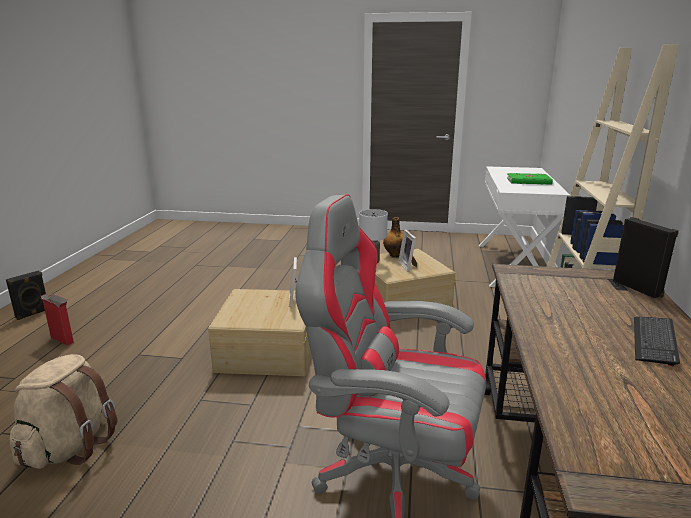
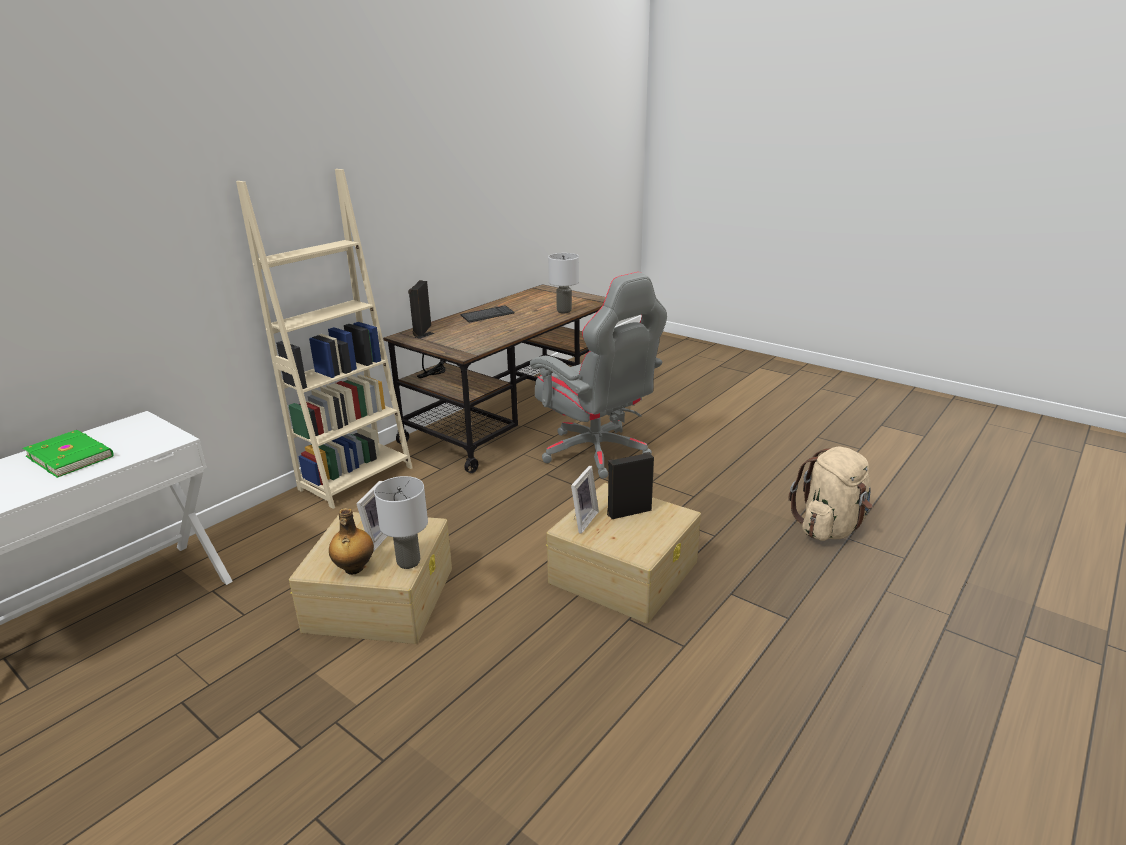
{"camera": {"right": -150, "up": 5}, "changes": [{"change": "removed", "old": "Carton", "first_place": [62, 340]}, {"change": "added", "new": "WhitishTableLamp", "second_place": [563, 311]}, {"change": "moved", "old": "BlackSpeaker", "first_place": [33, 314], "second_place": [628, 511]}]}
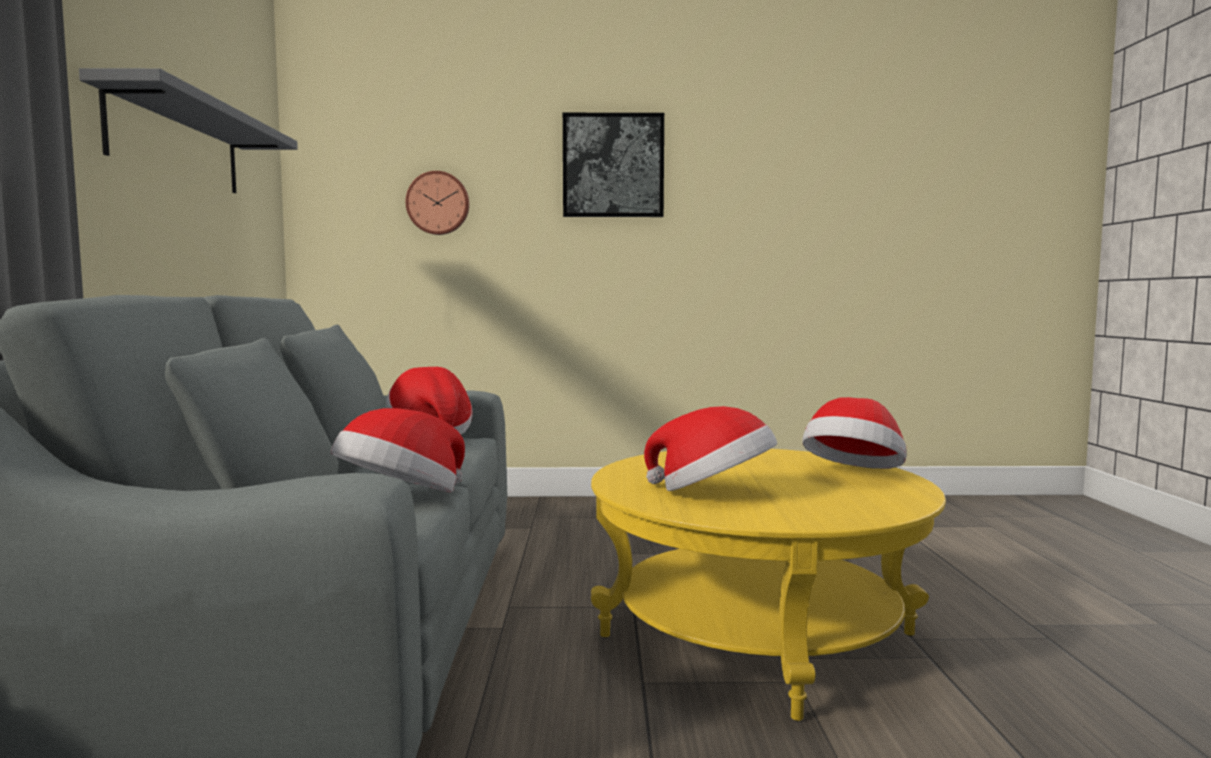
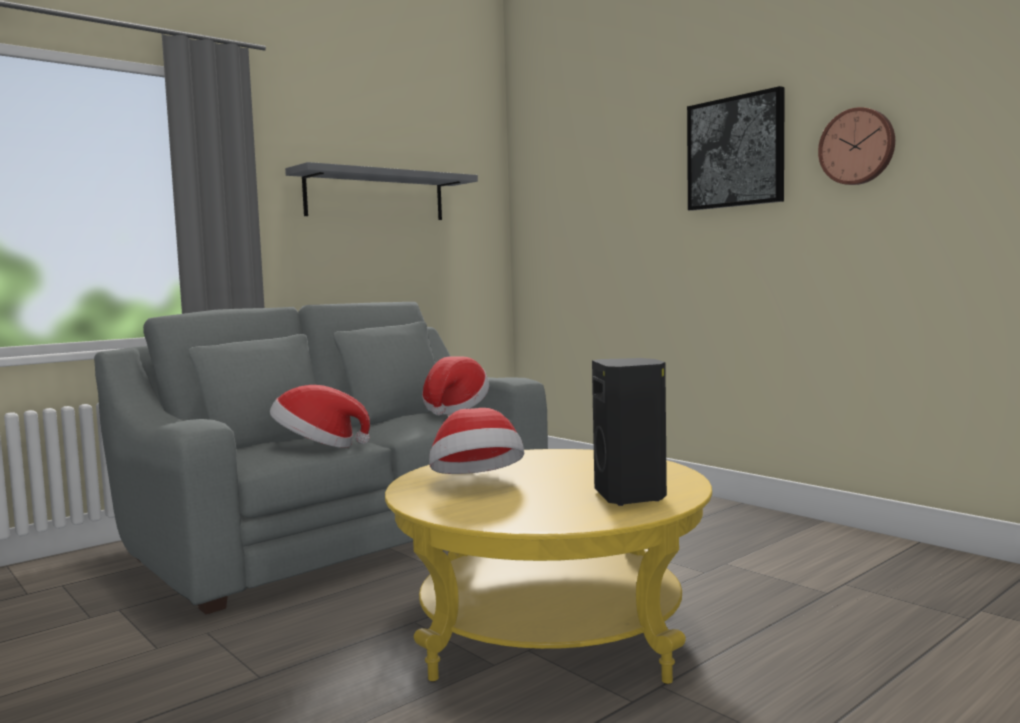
{"camera": {"right": 50, "up": 0}, "changes": [{"change": "moved", "old": "HangingClock", "first_place": [438, 203], "second_place": [857, 147]}, {"change": "replaced", "old": "Hat", "new": "BlackSpeaker", "first_place": [854, 475], "second_place": [631, 496]}]}
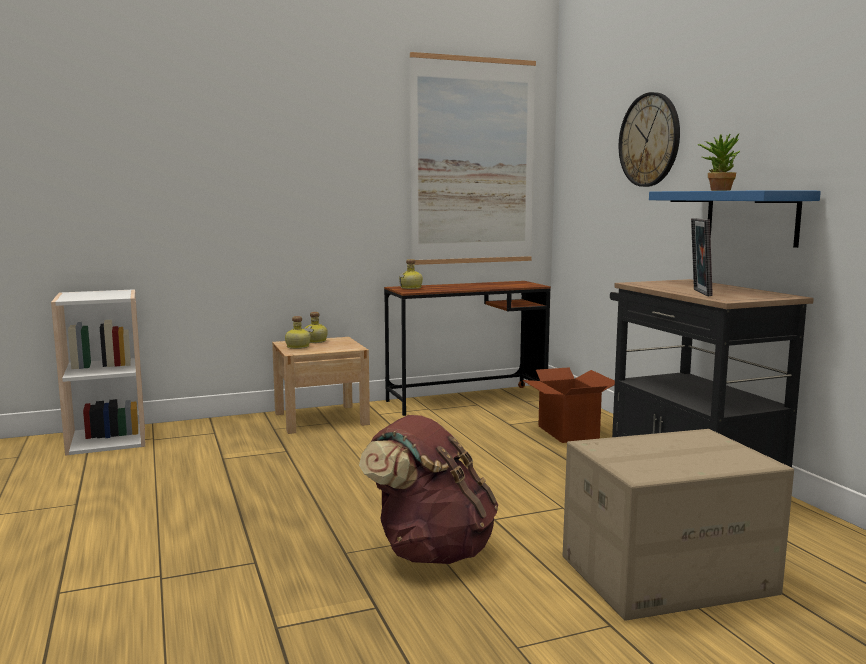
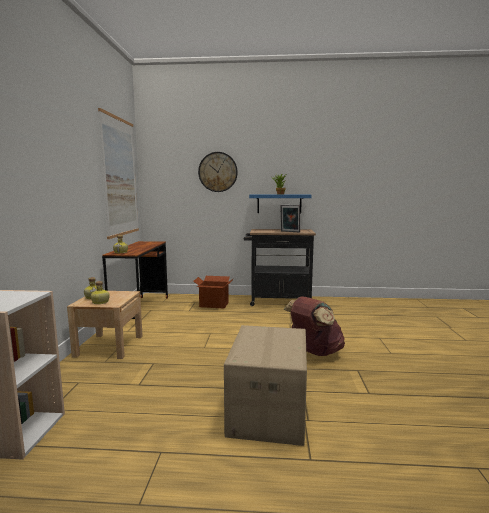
{"camera": {"right": -65, "up": 0}, "changes": [{"change": "moved", "old": "Carton", "first_place": [666, 574], "second_place": [267, 410]}]}
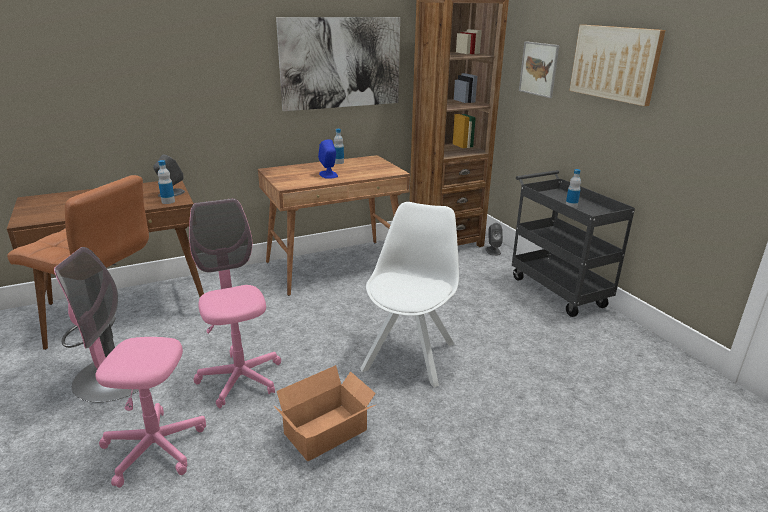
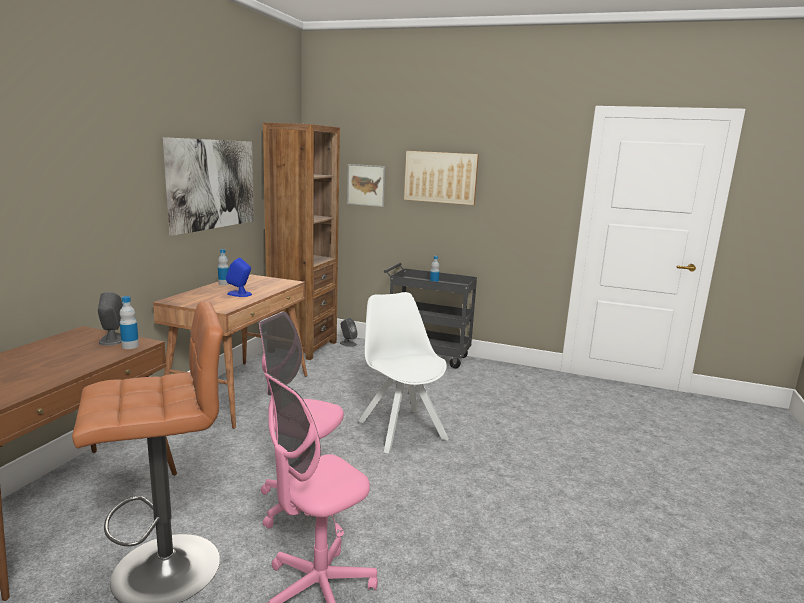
{"camera": {"right": -45, "up": -10}, "changes": [{"change": "removed", "old": "Carton", "first_place": [329, 433]}]}
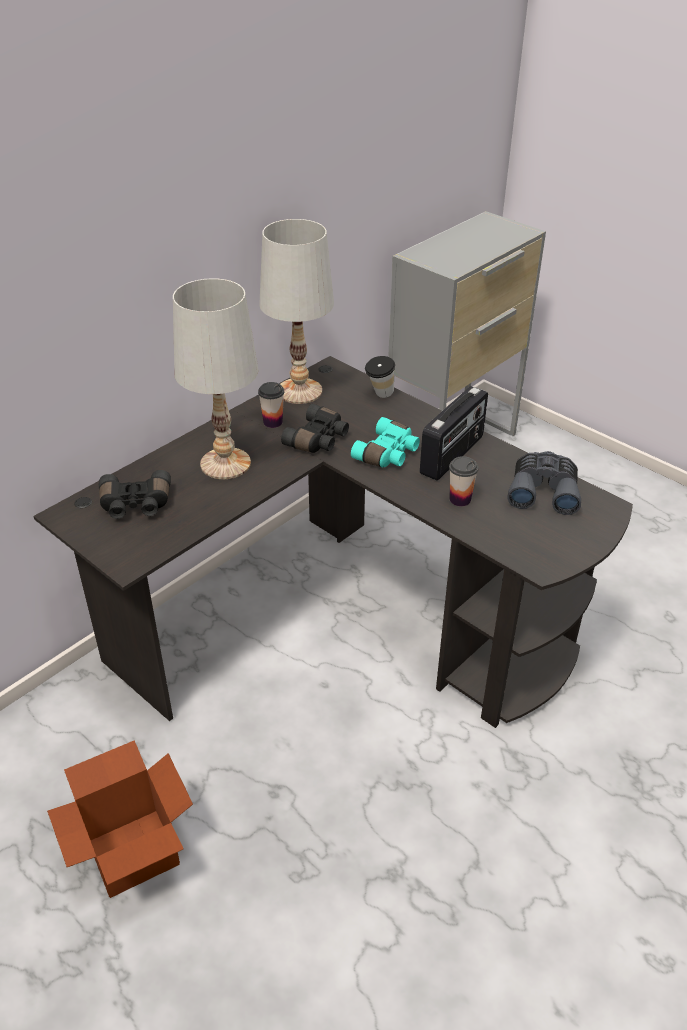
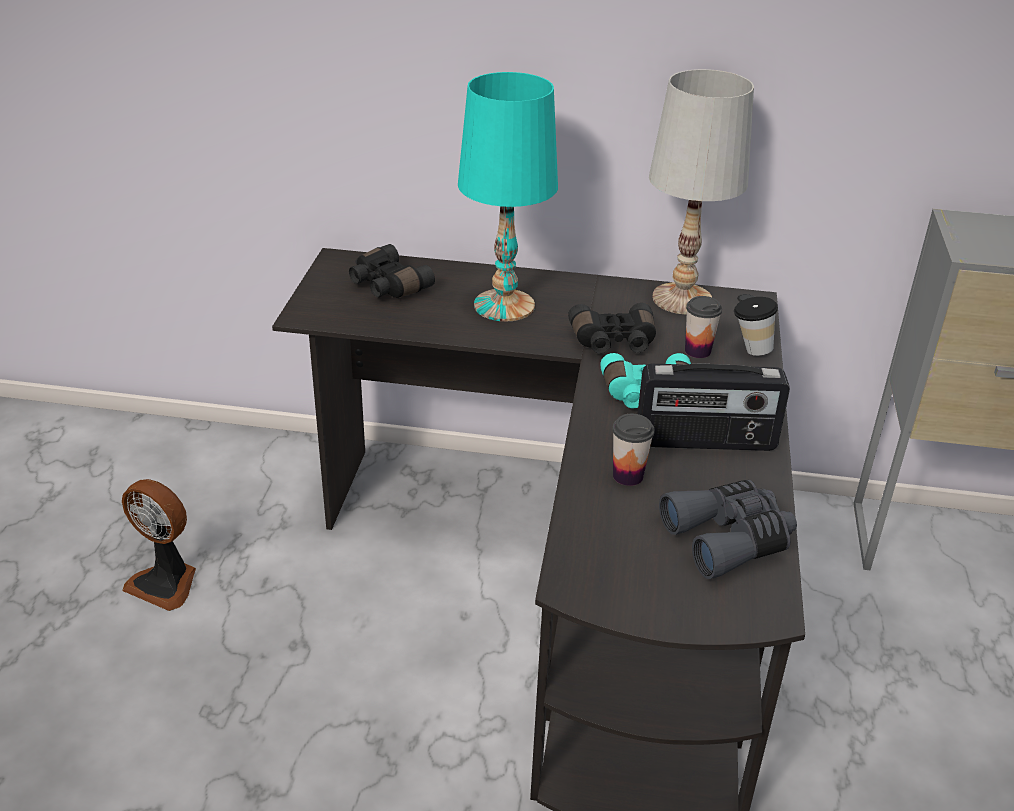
{"camera": {"right": 55, "up": -5}, "changes": [{"change": "moved", "old": "DrinkingCup", "first_place": [272, 422], "second_place": [697, 351]}, {"change": "replaced", "old": "Carton", "new": "CoolingFan", "first_place": [133, 852], "second_place": [166, 582]}, {"change": "recoloured", "old": "WhitishTableLamp", "new": "TurquoiseColouredTableLamp", "first_place": [224, 464], "second_place": [503, 305]}]}
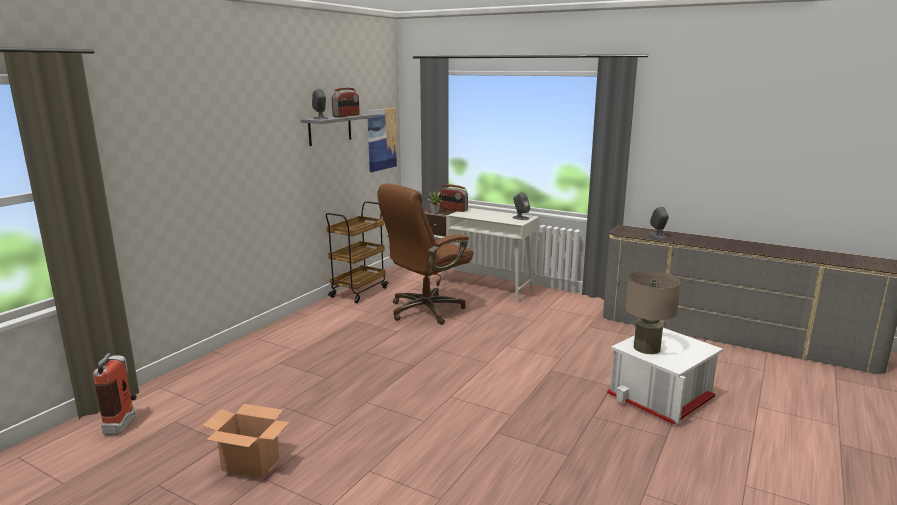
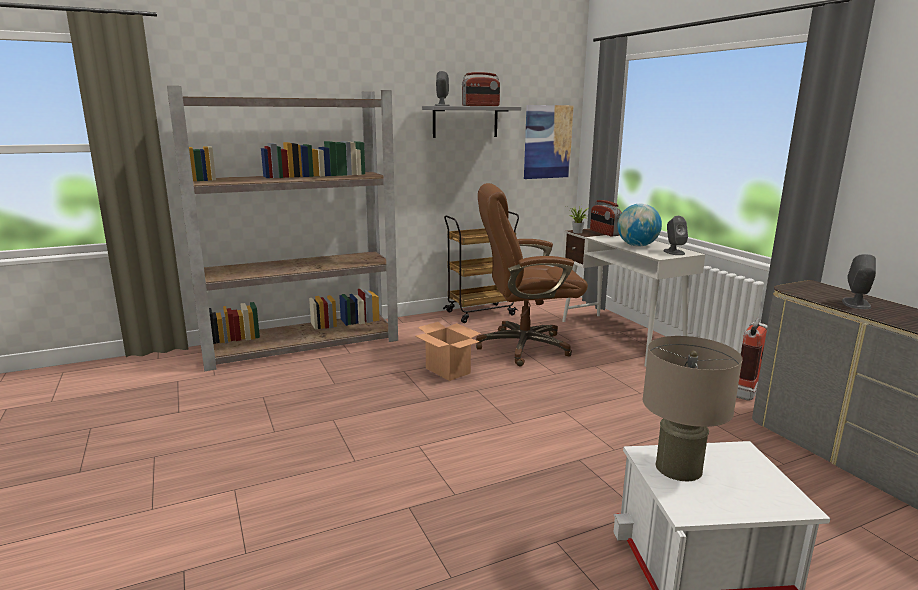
{"camera": {"right": 35, "up": 0}, "changes": [{"change": "added", "new": "BrownColouredBookshelf", "second_place": [301, 343]}, {"change": "added", "new": "Globe", "second_place": [637, 246]}, {"change": "moved", "old": "FireExtinguisher", "first_place": [124, 423], "second_place": [747, 391]}, {"change": "moved", "old": "Carton", "first_place": [251, 464], "second_place": [448, 371]}]}
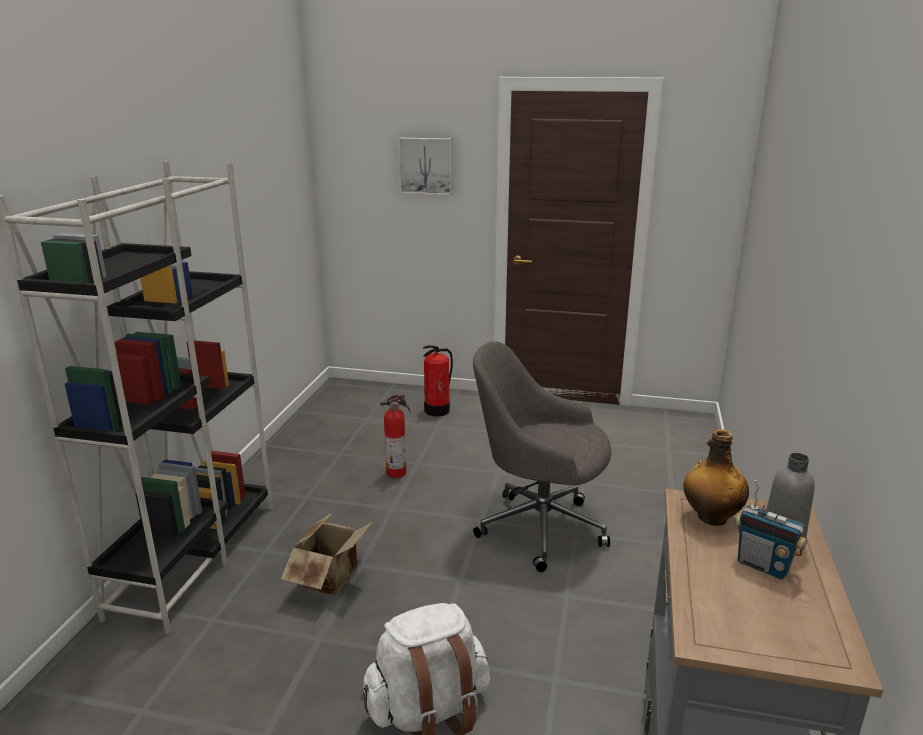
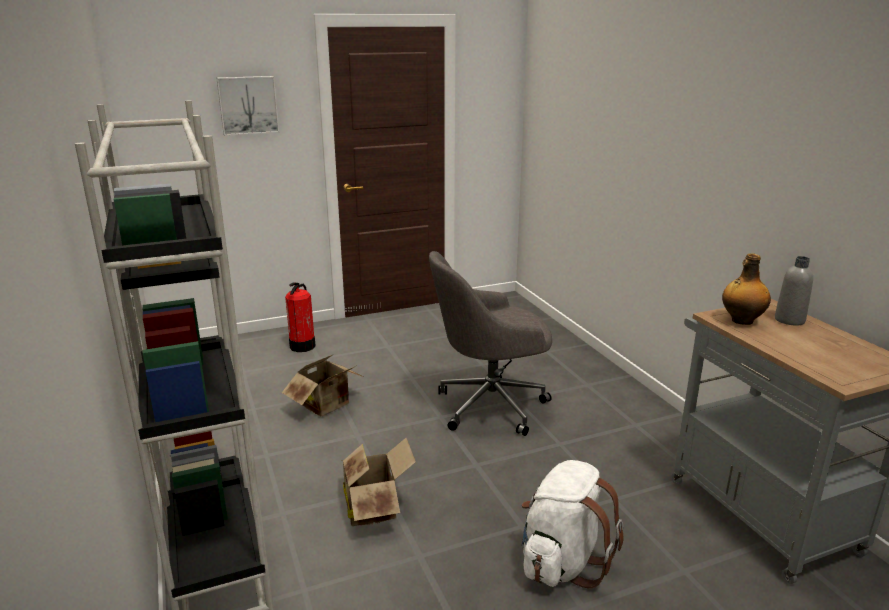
{"camera": {"right": -35, "up": 0}, "changes": [{"change": "removed", "old": "Radio", "first_place": [763, 565]}, {"change": "replaced", "old": "FireExtinguisher", "new": "Carton", "first_place": [398, 472], "second_place": [328, 406]}]}
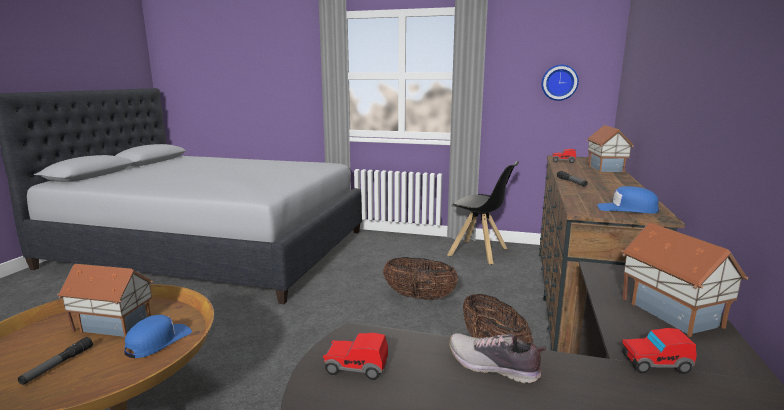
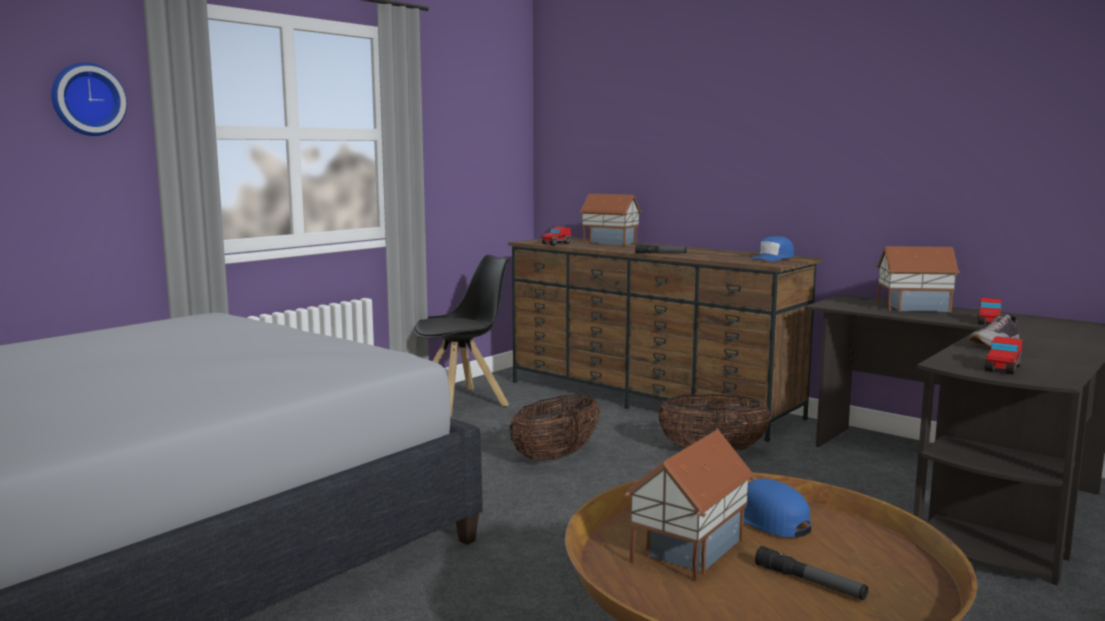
{"camera": {"right": -65, "up": -5}, "changes": [{"change": "moved", "old": "HangingClock", "first_place": [559, 82], "second_place": [87, 99]}]}
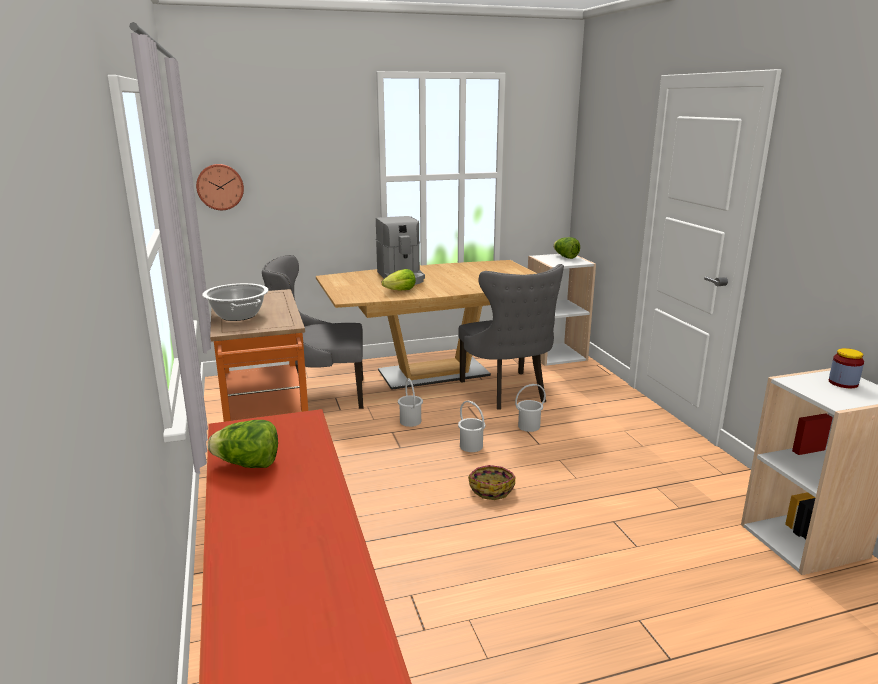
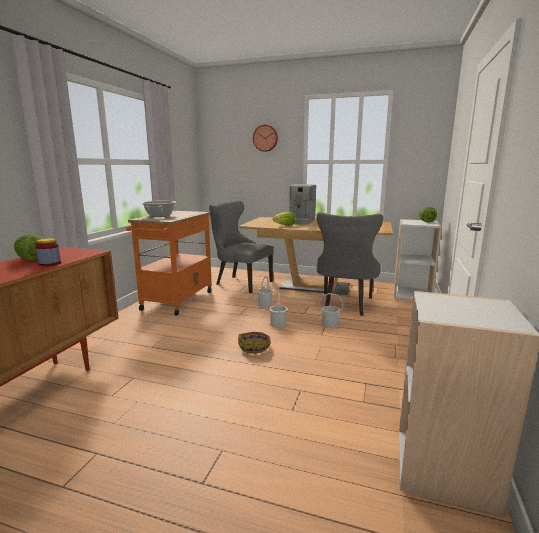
{"camera": {"right": 35, "up": -5}, "changes": [{"change": "moved", "old": "HangingClock", "first_place": [220, 187], "second_place": [265, 138]}, {"change": "moved", "old": "StorageJar", "first_place": [843, 383], "second_place": [50, 263]}]}
